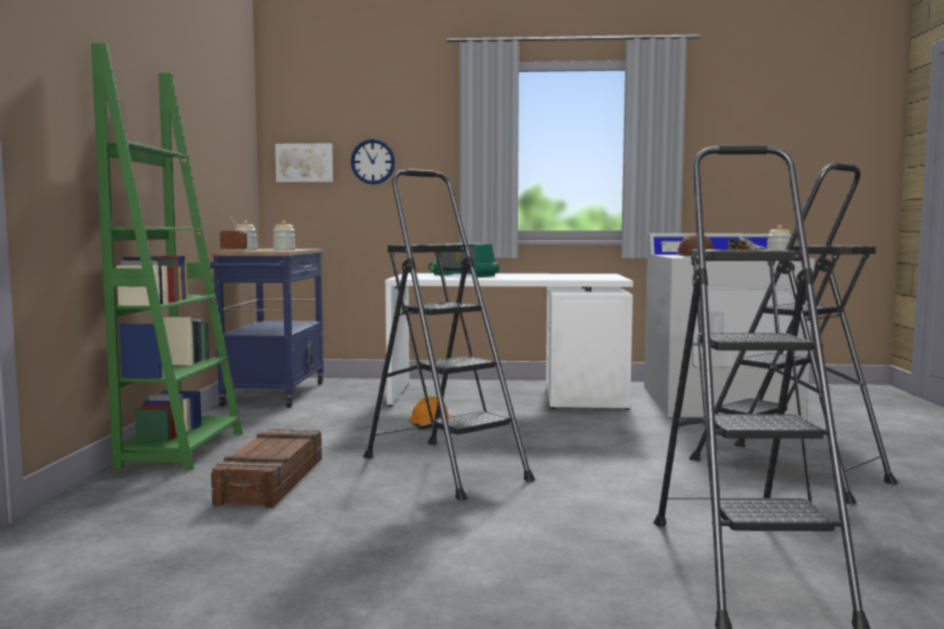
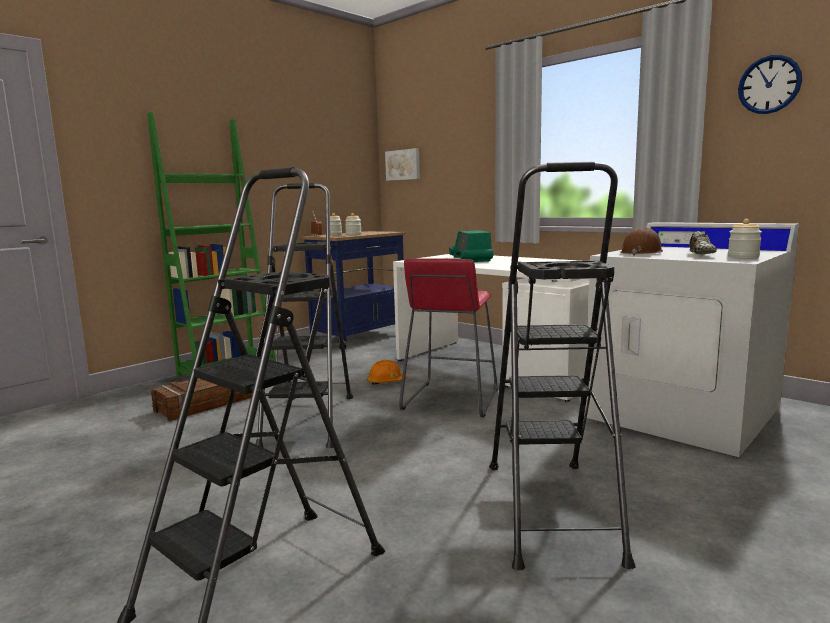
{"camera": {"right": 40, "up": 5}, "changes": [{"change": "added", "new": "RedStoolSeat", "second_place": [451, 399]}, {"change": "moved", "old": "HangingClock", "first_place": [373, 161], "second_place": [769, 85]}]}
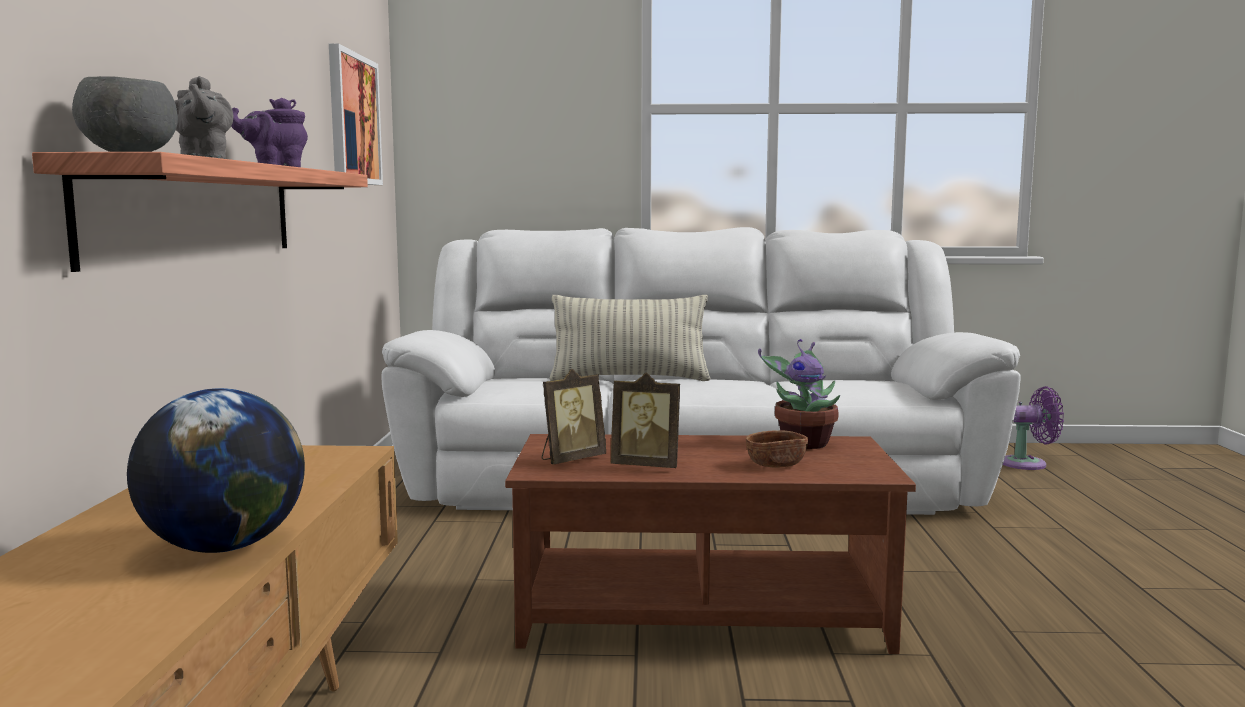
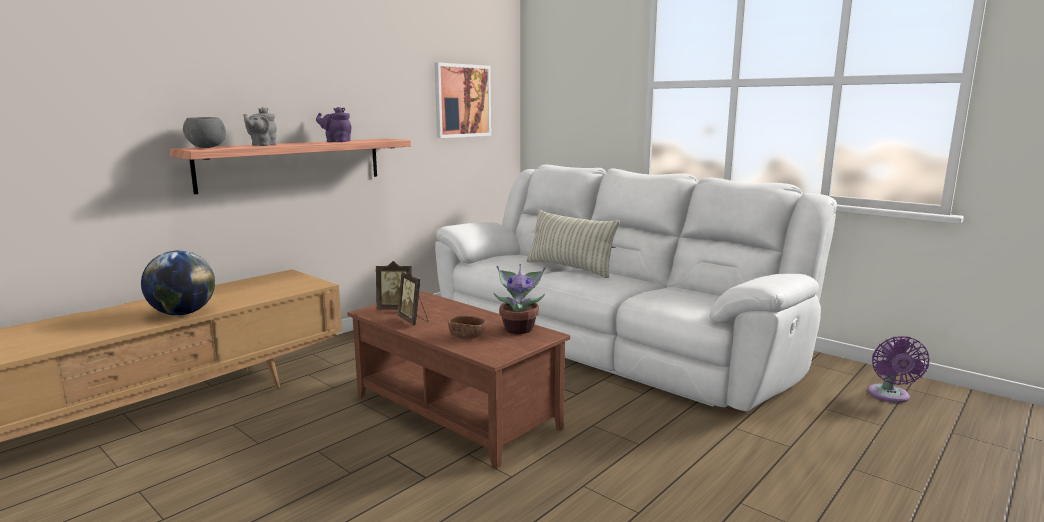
{"camera": {"right": 40, "up": 5}, "changes": [{"change": "turned", "old": "PurpleColouredCoolingFan", "first_place": [1028, 464], "second_place": [889, 396], "degrees": 60}]}
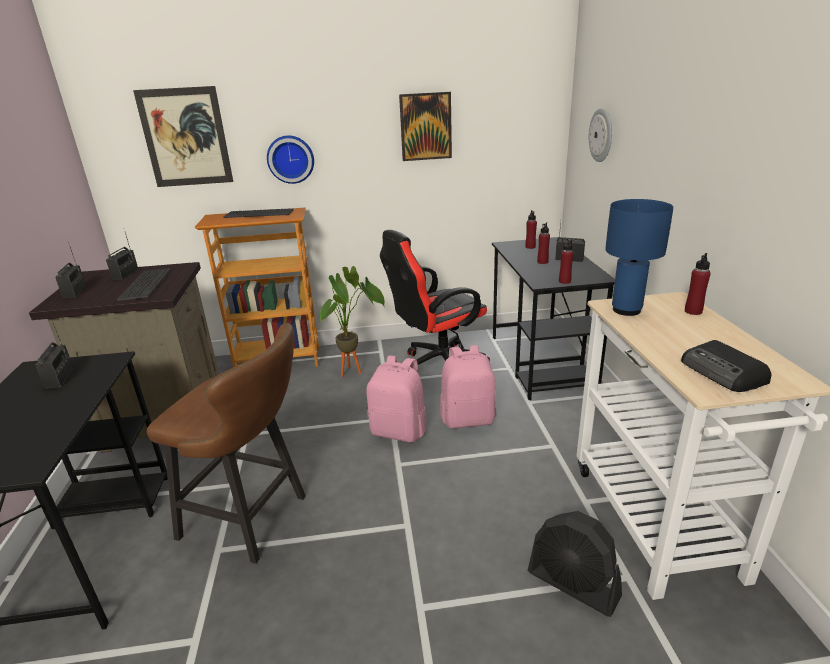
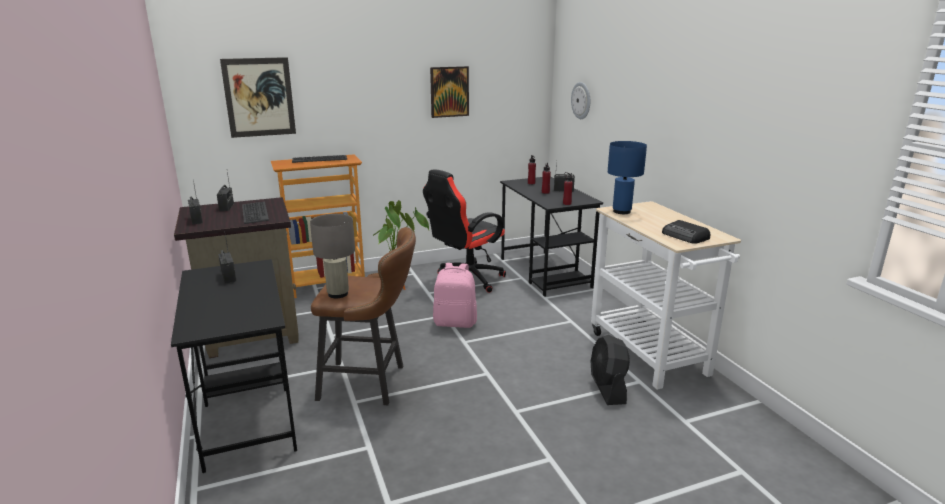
{"camera": {"right": -15, "up": -5}, "changes": [{"change": "removed", "old": "HangingClock", "first_place": [290, 159]}, {"change": "removed", "old": "PinkColouredBackpack", "first_place": [468, 419]}, {"change": "removed", "old": "RedDrinkBottle", "first_place": [693, 311]}, {"change": "added", "new": "GreyTableLamp", "second_place": [338, 294]}, {"change": "turned", "old": "BlackCoolingFan", "first_place": [573, 584], "second_place": [608, 388], "degrees": 60}]}
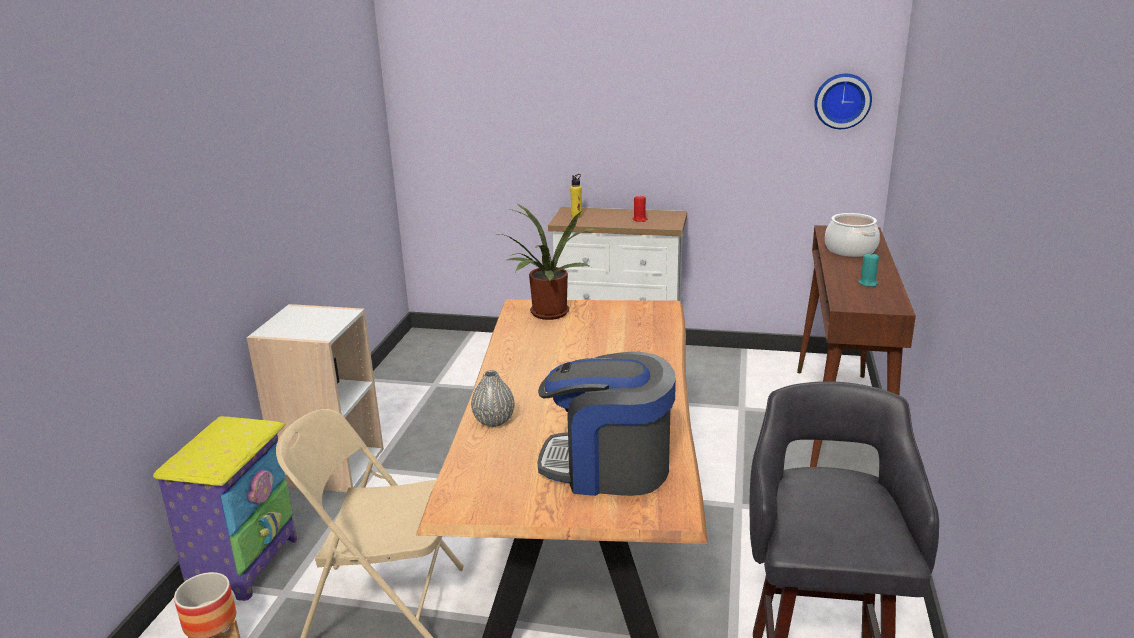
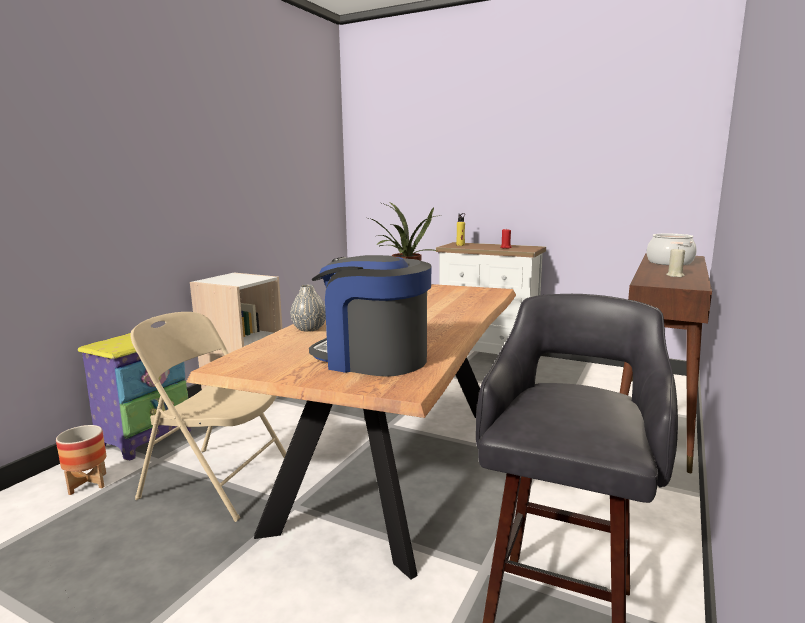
{"camera": {"right": 15, "up": -10}, "changes": [{"change": "removed", "old": "HangingClock", "first_place": [842, 100]}, {"change": "recoloured", "old": "TurquoiseColouredWaxLight", "new": "BeigeWaxLight", "first_place": [868, 283], "second_place": [675, 275]}]}
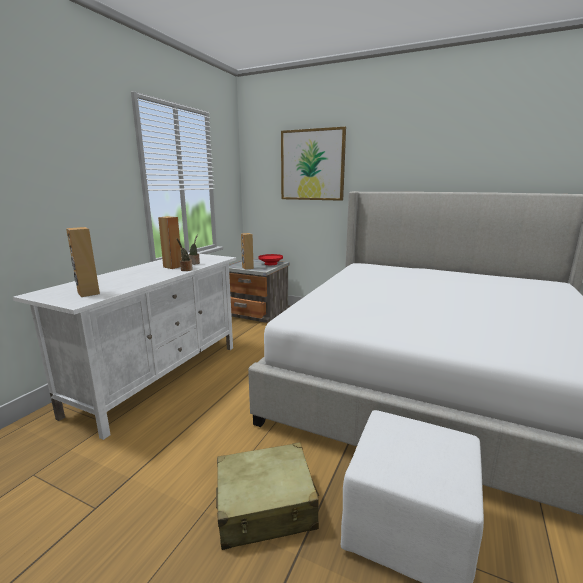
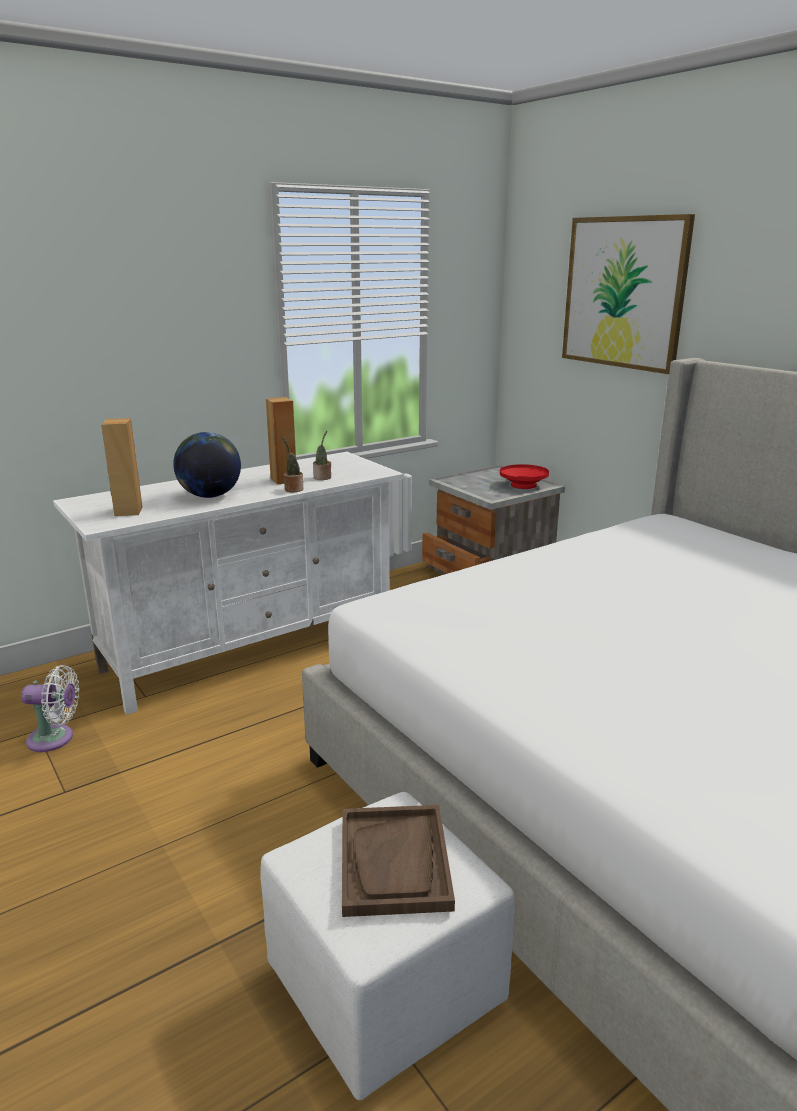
{"camera": {"right": 30, "up": 5}, "changes": [{"change": "removed", "old": "BeigeSuitcase", "first_place": [266, 506]}, {"change": "removed", "old": "BrownColouredSpeaker", "first_place": [247, 268]}, {"change": "added", "new": "WhitishCoolingFan", "second_place": [55, 739]}, {"change": "added", "new": "Globe", "second_place": [210, 496]}, {"change": "added", "new": "BrownColouredCarryingTray", "second_place": [394, 862]}]}
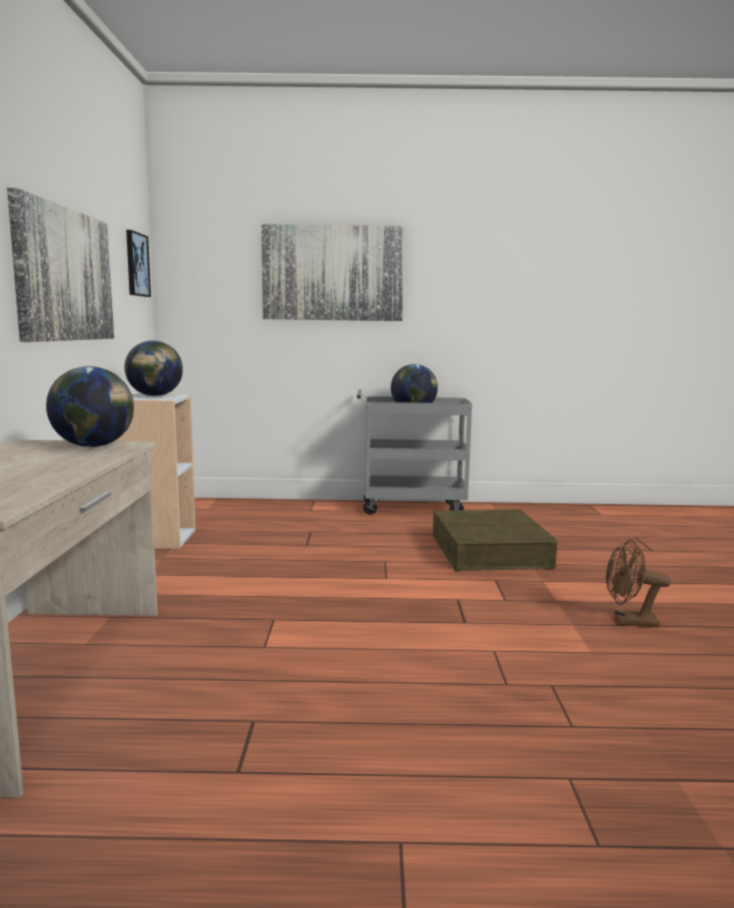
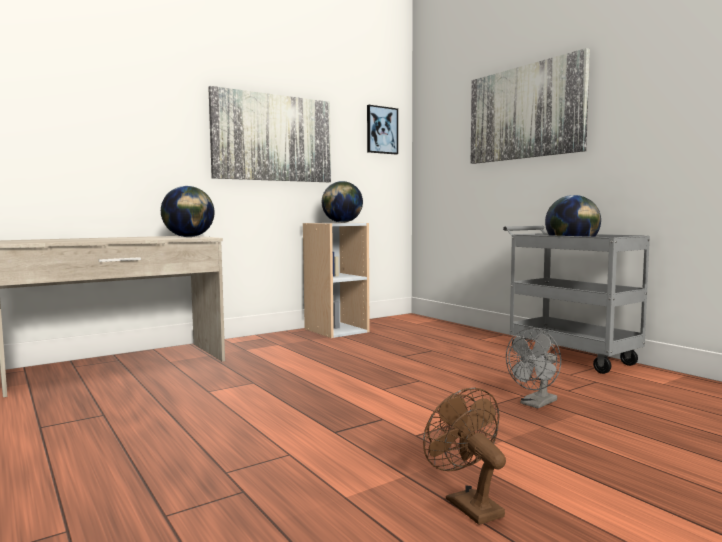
{"camera": {"right": 55, "up": -5}, "changes": [{"change": "replaced", "old": "BrownColouredStorageContainer", "new": "GreyCoolingFan", "first_place": [490, 550], "second_place": [535, 404]}]}
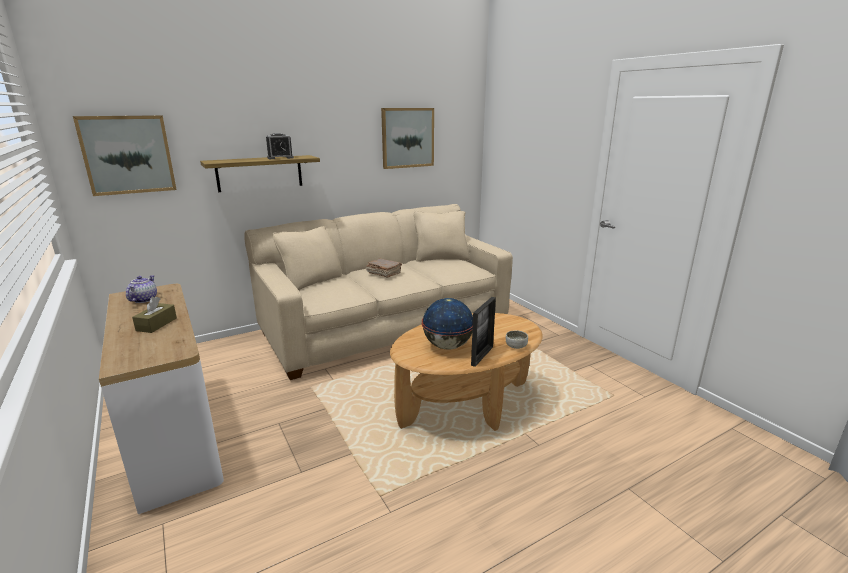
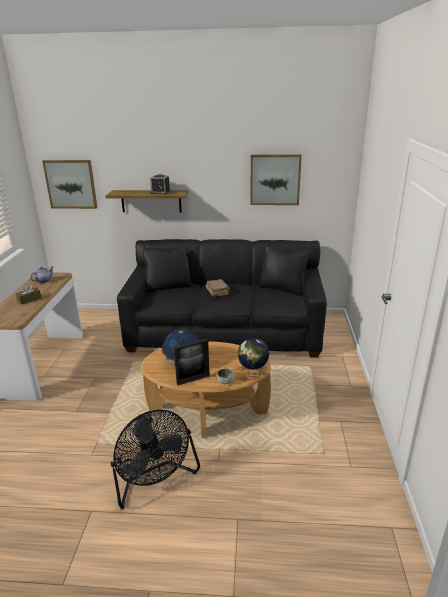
{"camera": {"right": 35, "up": 5}, "changes": [{"change": "added", "new": "BlackCoolingFan", "second_place": [150, 480]}, {"change": "added", "new": "Globe", "second_place": [253, 374]}, {"change": "recoloured", "old": "BeigeSettee", "new": "BlackSettee", "first_place": [386, 327], "second_place": [224, 333]}]}
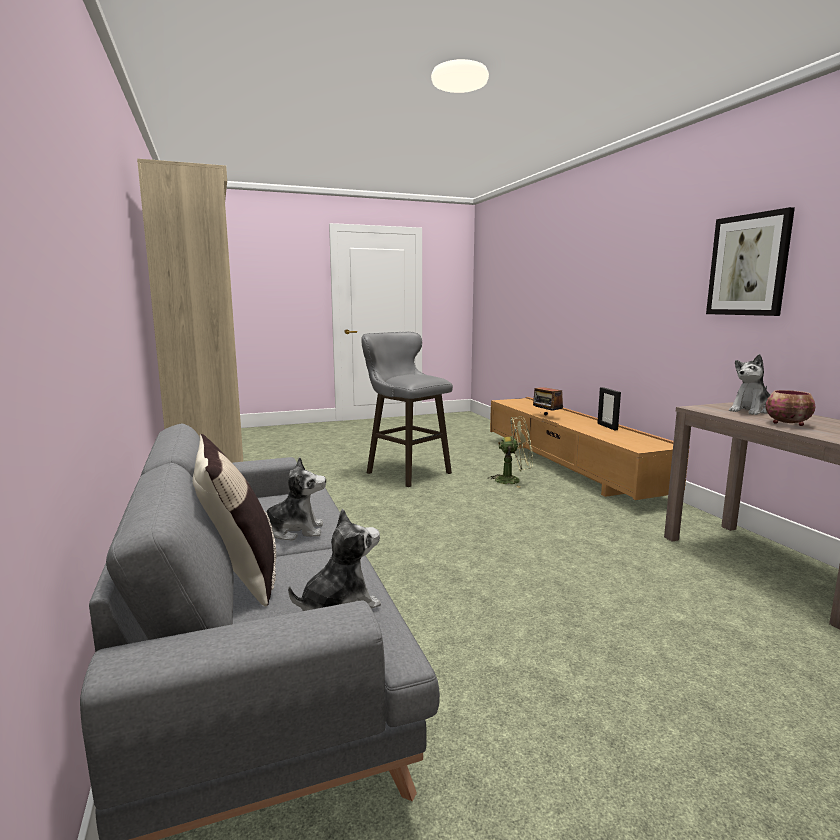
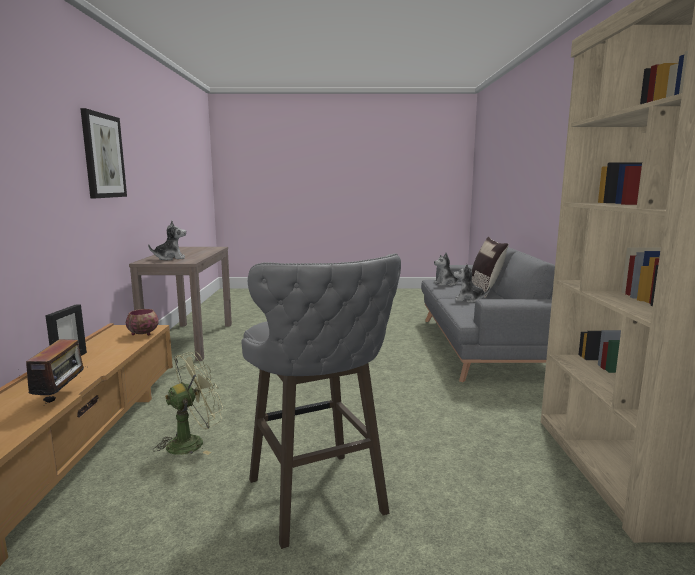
{"camera": {"right": -160, "up": 0}, "changes": [{"change": "moved", "old": "DeepDish", "first_place": [788, 424], "second_place": [143, 334]}, {"change": "turned", "old": "GreenishCoolingFan", "first_place": [513, 480], "second_place": [192, 442], "degrees": 120}]}
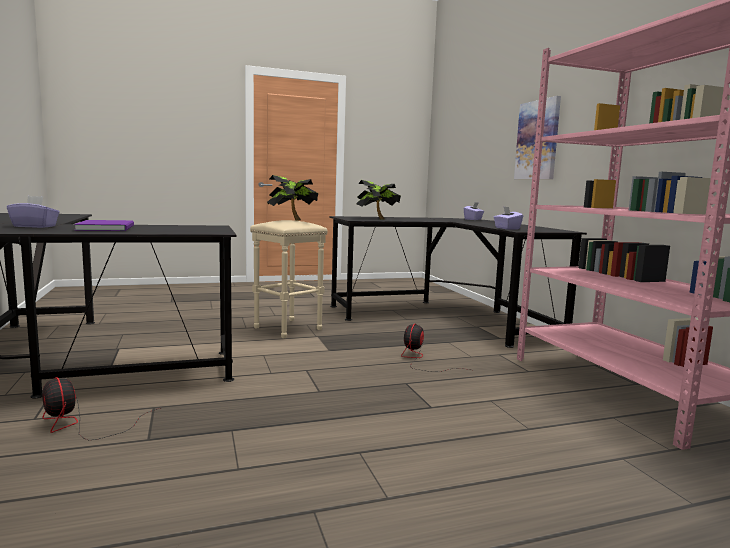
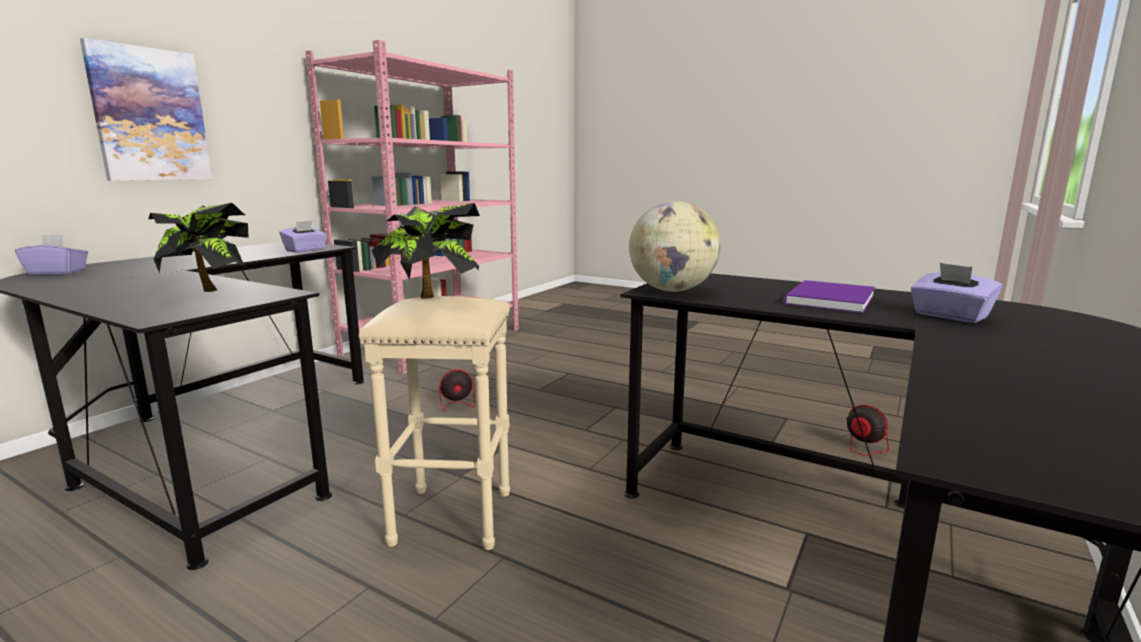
{"camera": {"right": -130, "up": 5}, "changes": [{"change": "added", "new": "Globe", "second_place": [672, 290]}, {"change": "turned", "old": "CoolingFan", "first_place": [81, 424], "second_place": [842, 448], "degrees": -45}]}
